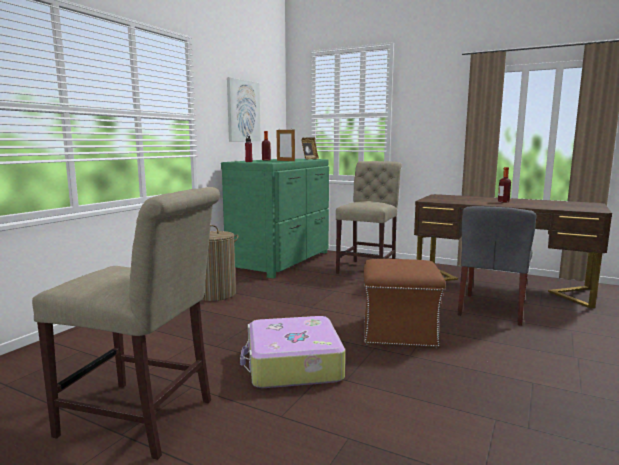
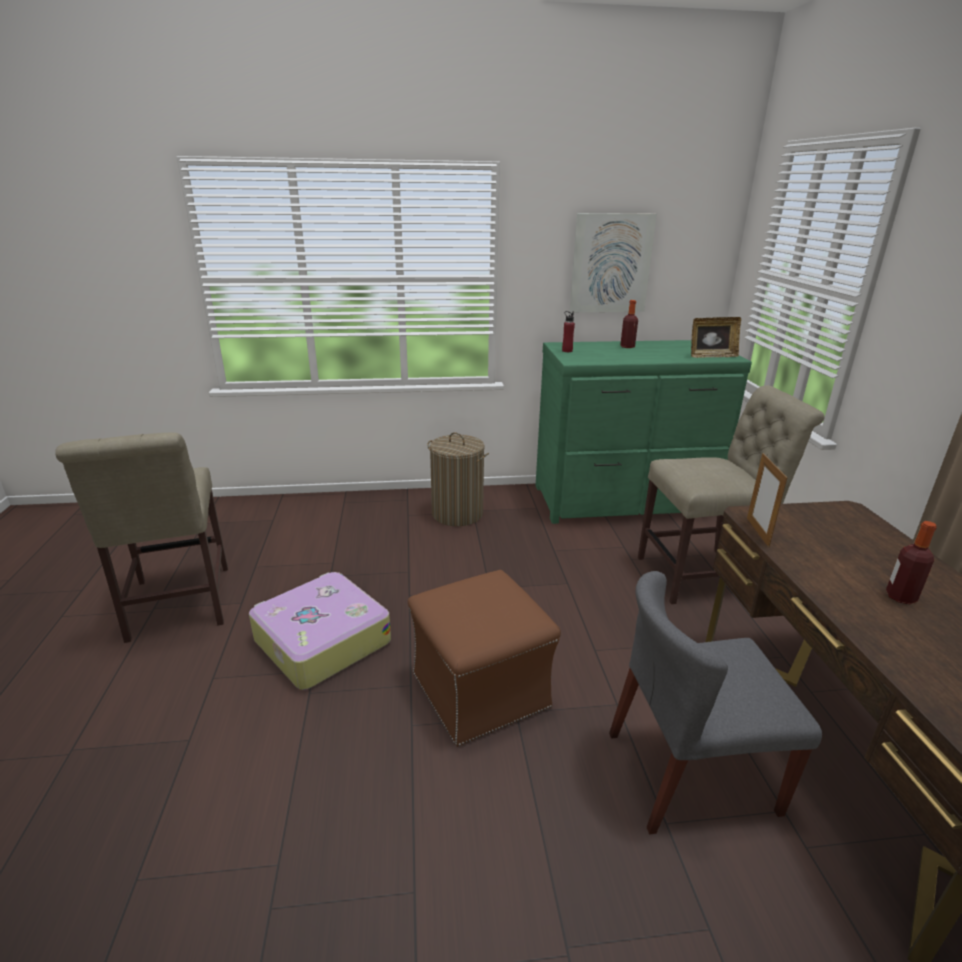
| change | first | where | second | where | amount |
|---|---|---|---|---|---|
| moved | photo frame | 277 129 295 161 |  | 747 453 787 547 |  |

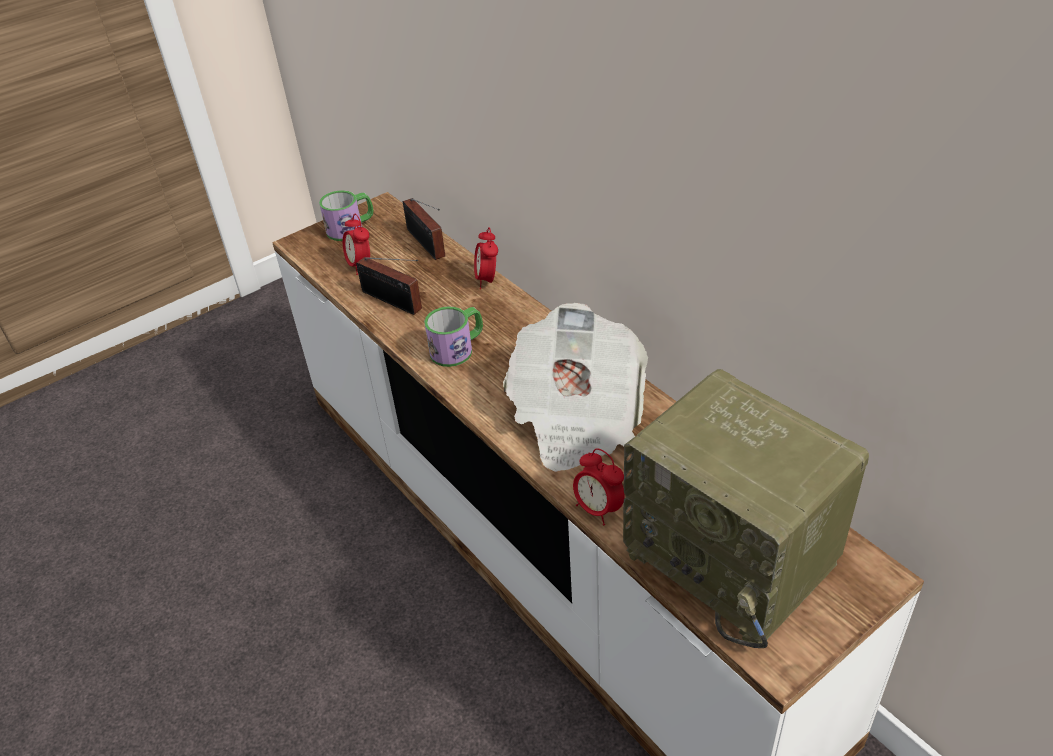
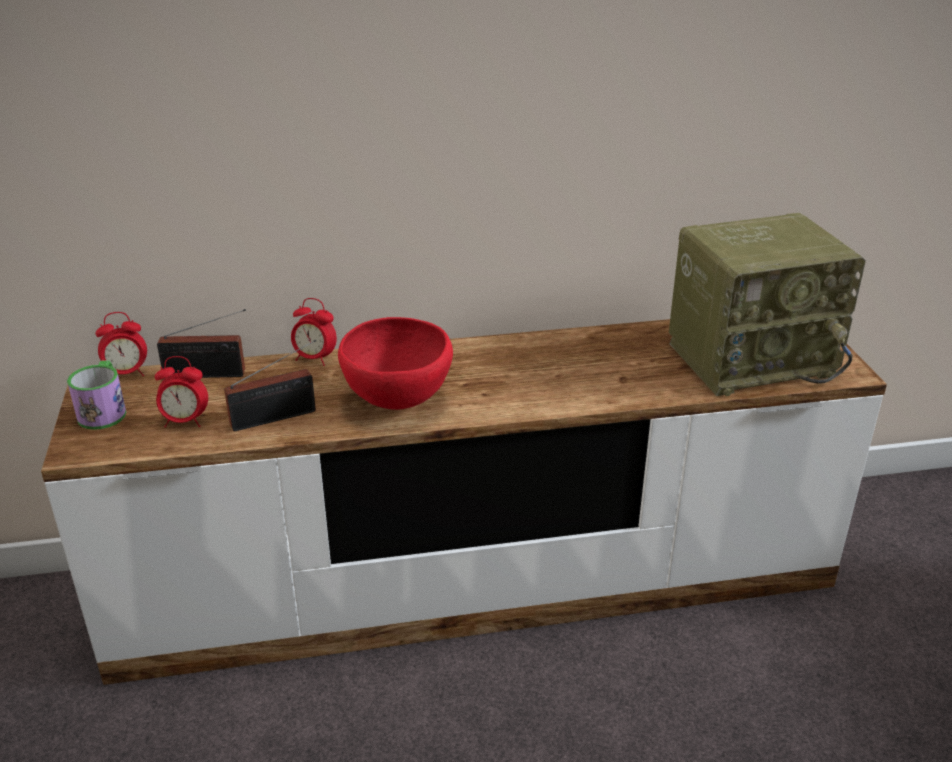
| change | first | where | second | where | amount |
|---|---|---|---|---|---|
| removed | printed paper | 503 303 648 472 |  |  |  |
| replaced | tea mug | 424 306 483 367 | bowl (reddish) | 338 317 453 410 |  |
| moved | table clock | 573 448 625 525 |  | 96 312 147 376 |  |

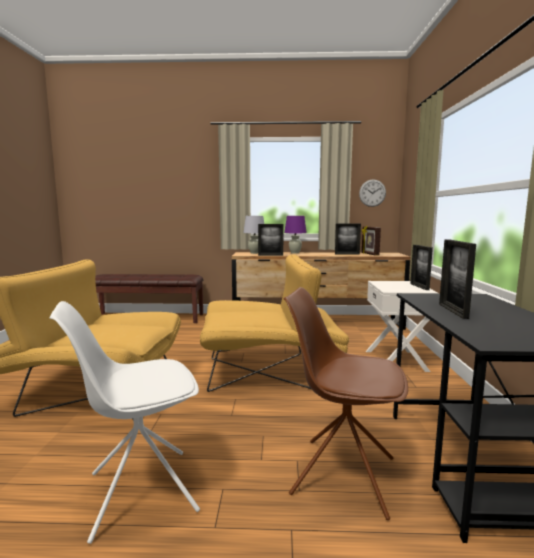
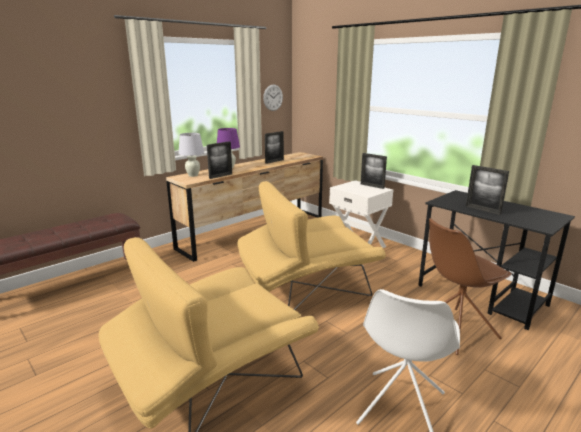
| change | first | where | second | where | amount |
|---|---|---|---|---|---|
| removed | photo frame | 362 226 381 255 |  |  |  |
| turned | armchair (yellowish) | 200 254 349 392 |  | 237 181 386 310 | 150 degrees counterclockwise |

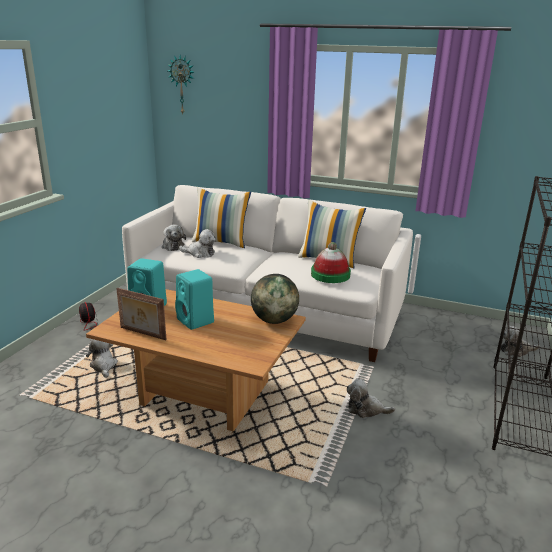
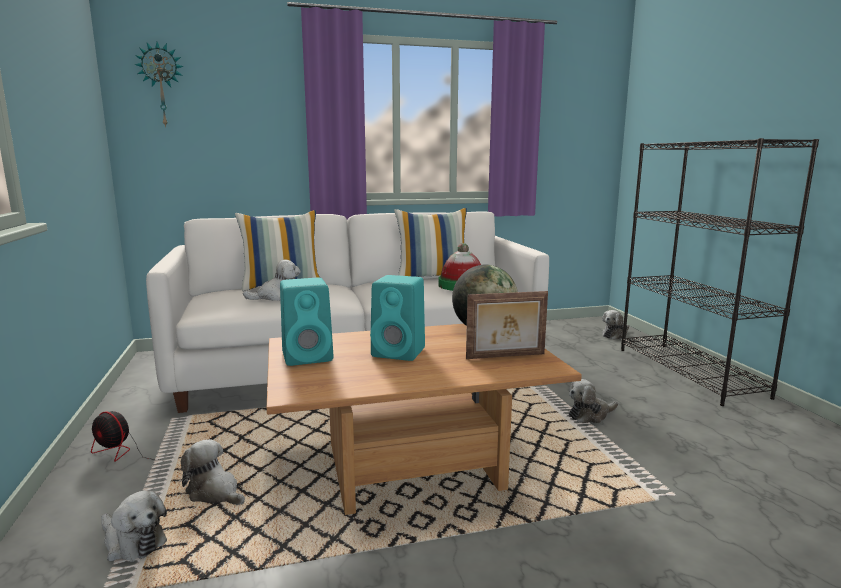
| change | first | where | second | where | amount |
|---|---|---|---|---|---|
| moved | soft toy | 162 225 186 251 |  | 101 491 167 562 |  |
| moved | photo frame | 116 288 167 340 |  | 466 291 548 359 |  |

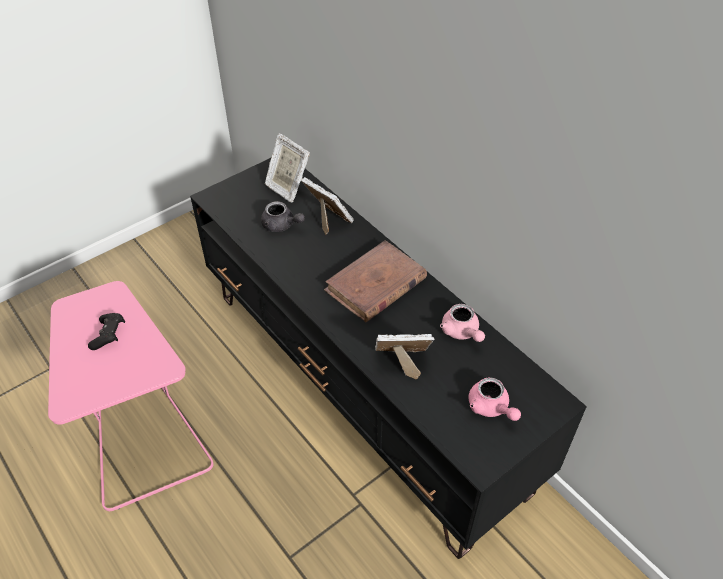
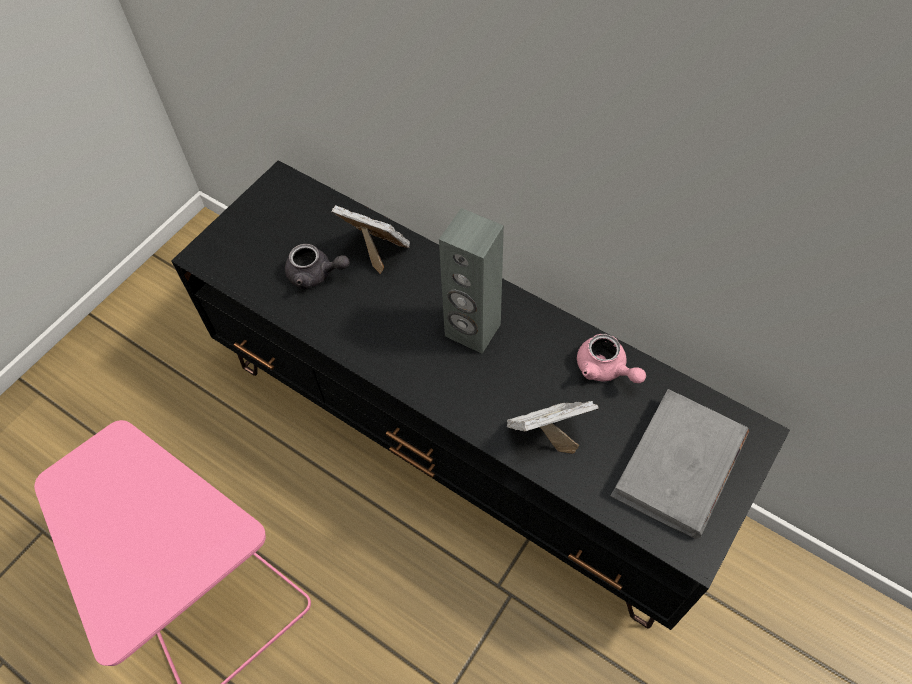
| change | first | where | second | where | amount |
|---|---|---|---|---|---|
| removed | photo frame | 265 133 310 203 |  |  |  |
| replaced | volume (brown) | 324 240 427 322 | speaker (grey) | 439 208 504 354 |  |
| removed | gamepad (black) | 88 313 125 350 |  |  |  |
| replaced | teapot (pink-coloured) | 469 377 521 421 | volume (grey) | 611 389 749 539 |  |

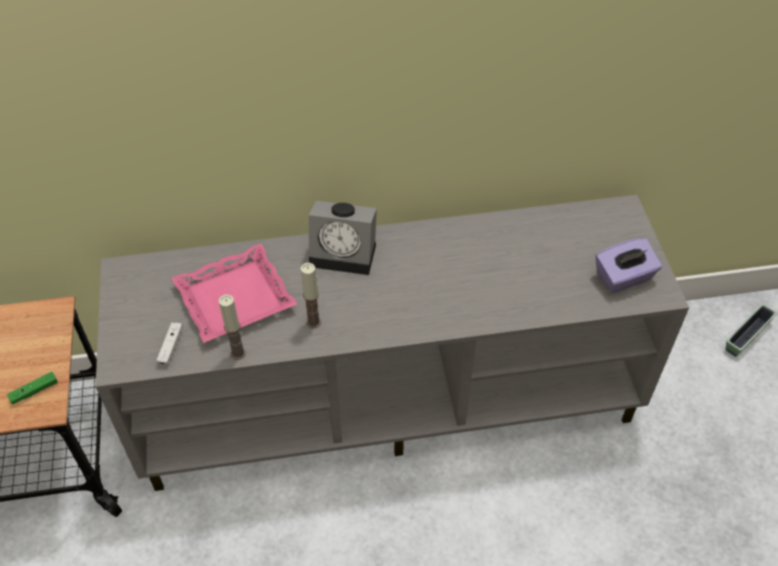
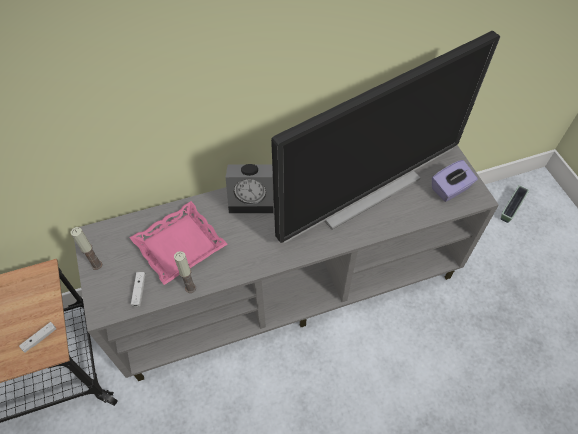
| change | first | where | second | where | amount |
|---|---|---|---|---|---|
| moved | wax light | 301 263 321 328 |  | 71 227 103 270 |  |
| recoloured | gamepad (green) | 7 371 57 404 | gamepad (white-coloured) | 19 322 56 353 |  |
| added |  |  | TV | 271 31 500 243 |  |

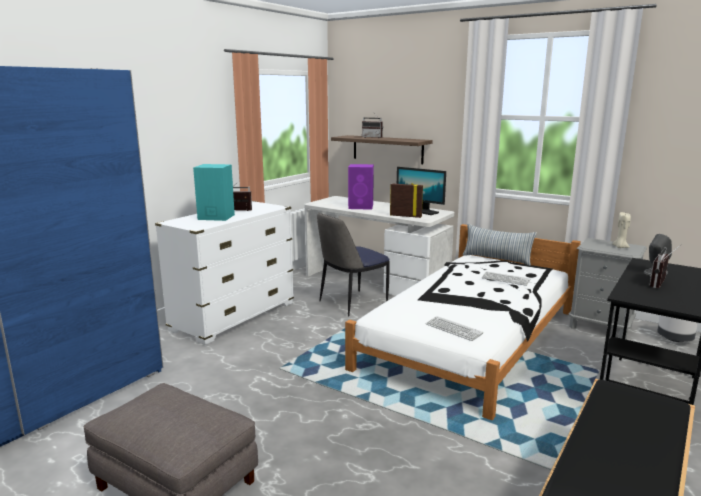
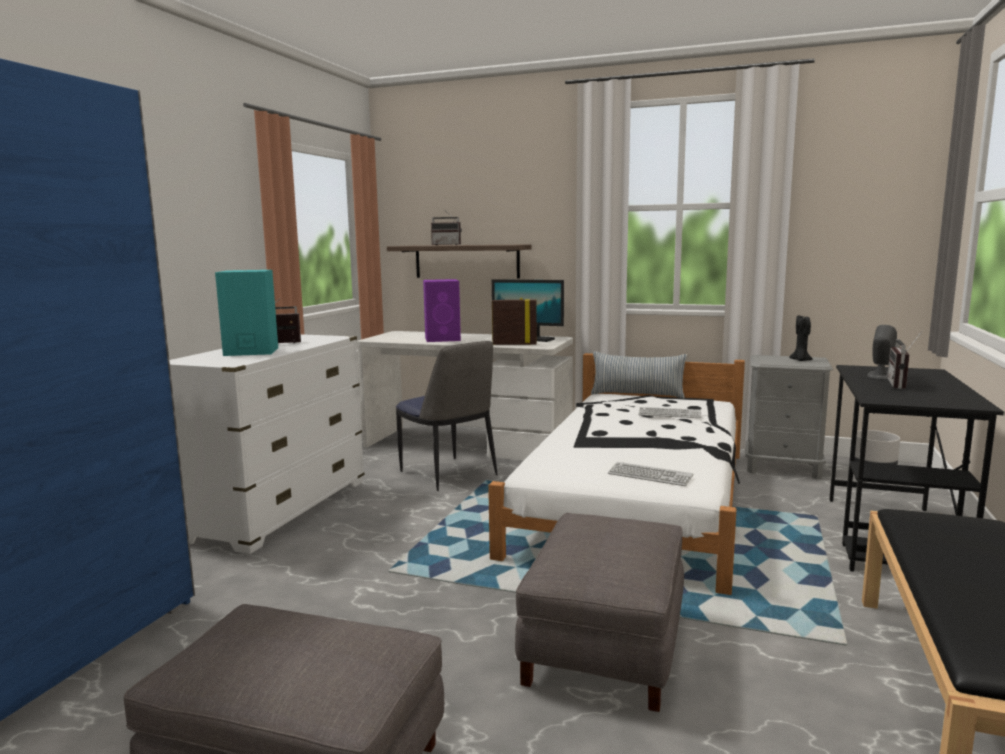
| change | first | where | second | where | amount |
|---|---|---|---|---|---|
| recoloured | wax light (sand-coloured) | 612 212 631 248 | wax light (black) | 789 315 813 361 |  |
| turned | chair | 317 213 390 317 |  | 396 341 497 491 | 75 degrees counterclockwise |
| added |  |  | footrest (grey) | 515 513 684 712 |  |

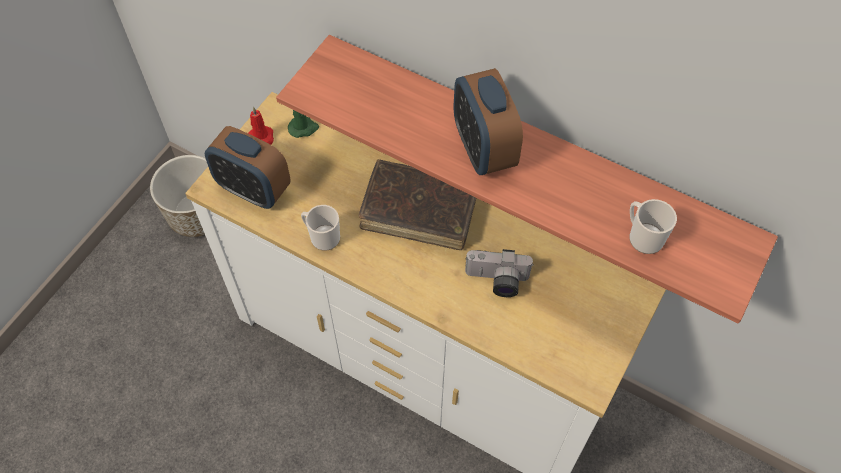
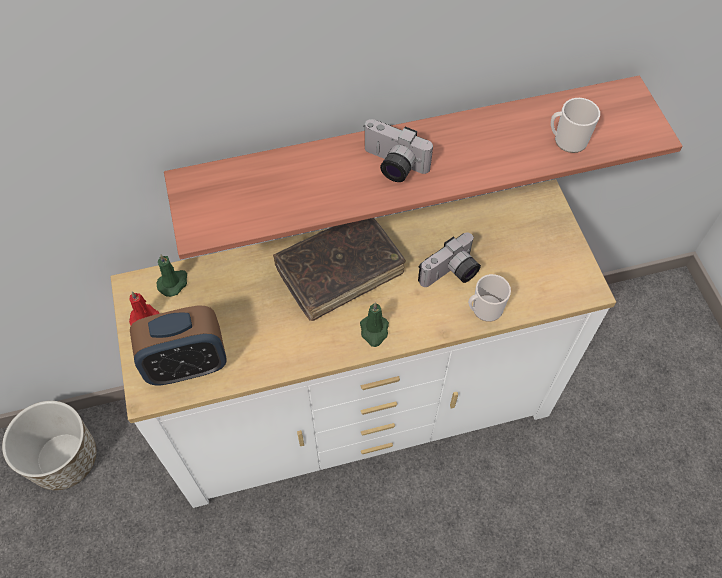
| change | first | where | second | where | amount |
|---|---|---|---|---|---|
| replaced | table clock | 454 68 523 175 | photo camera | 363 119 433 182 |  |
| moved | tea mug | 301 205 340 251 |  | 468 274 511 322 |  |
| added |  |  | wax light (green) | 360 302 389 347 |  |

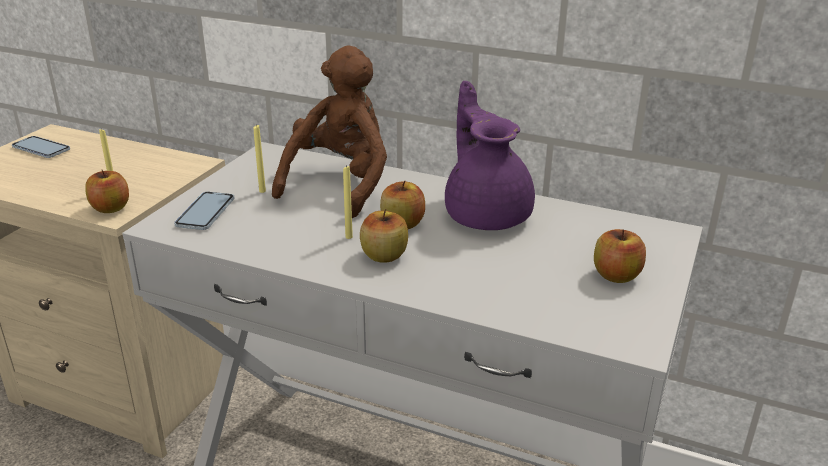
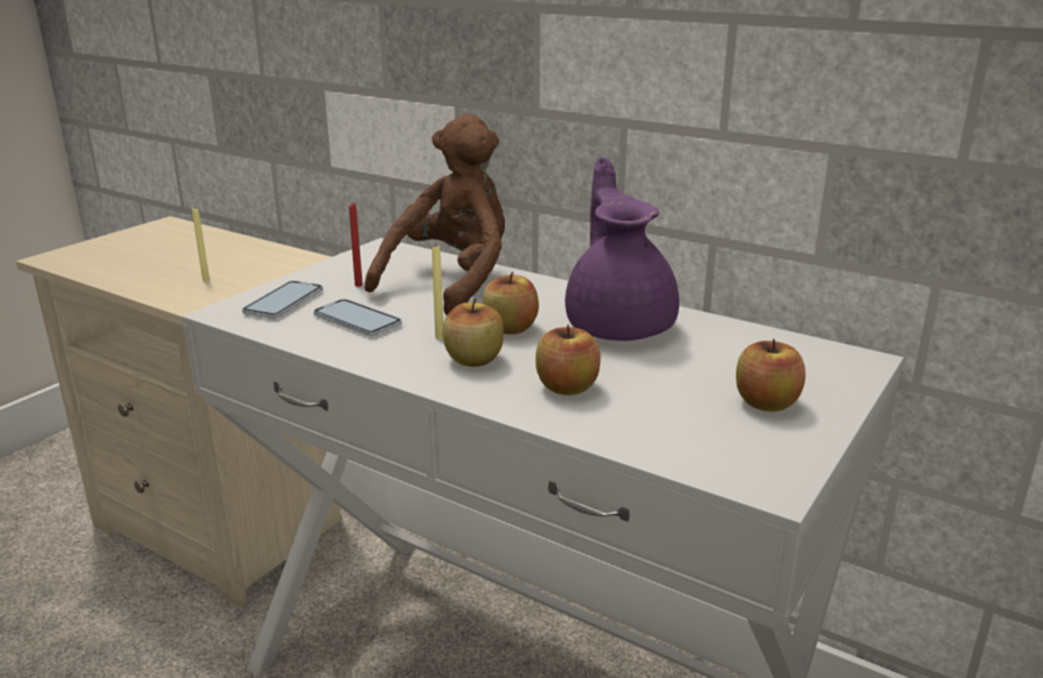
| change | first | where | second | where | amount |
|---|---|---|---|---|---|
| recoloured | wax light (yellowish) | 254 125 266 193 | wax light (reddish) | 349 203 363 287 |  |
| moved | telephone | 12 136 70 158 |  | 313 299 402 336 |  |
| moved | apple | 85 170 129 213 |  | 536 325 600 395 |  |

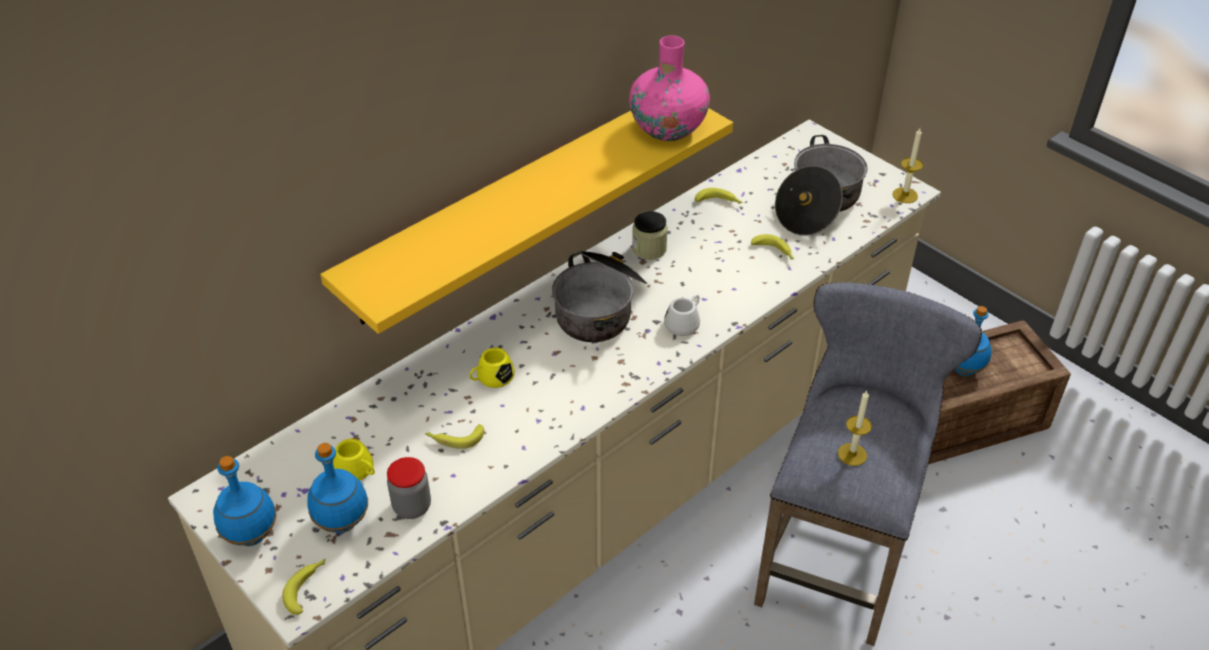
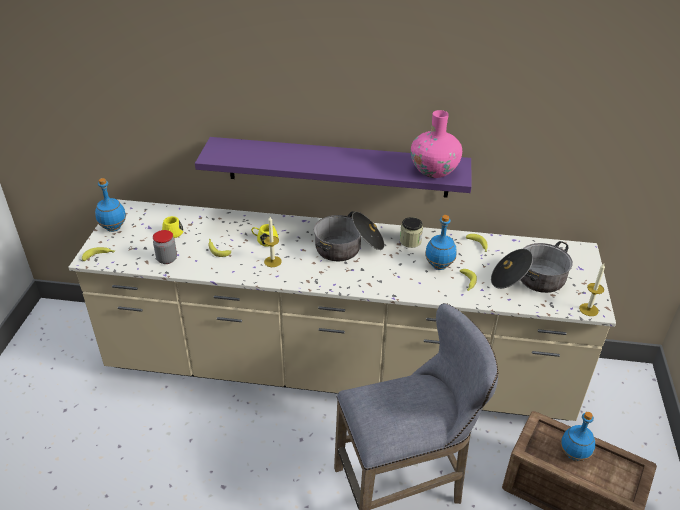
| change | first | where | second | where | amount |
|---|---|---|---|---|---|
| recoloured | bracket shelf (yellowish) | 320 108 733 334 | bracket shelf (purplish) | 195 137 472 198 |  |
| removed | tea mug (white-coloured) | 664 295 700 336 |  |  |  |
| moved | wax light | 838 391 872 466 |  | 264 217 282 267 |  |
| moved | bottle (blue-coloured) | 307 443 368 533 |  | 425 215 457 270 |  |

